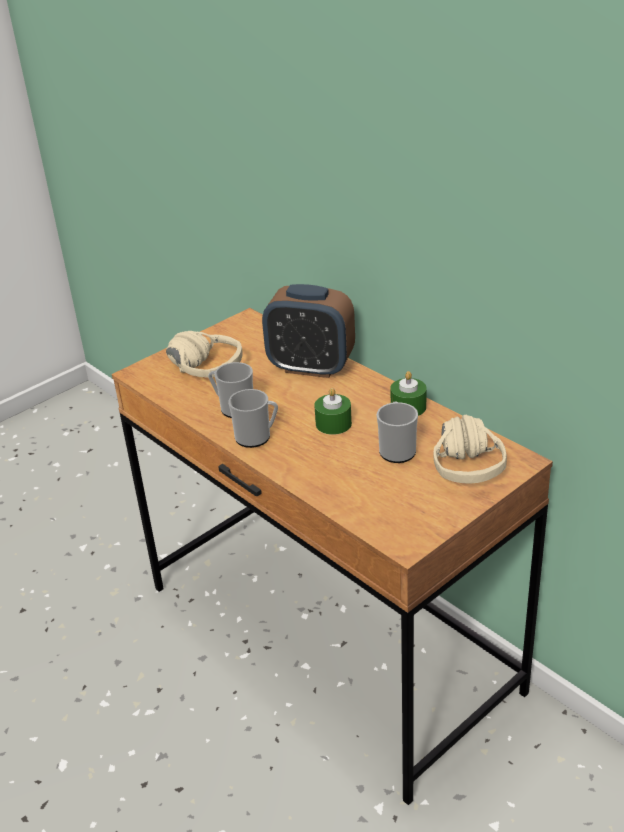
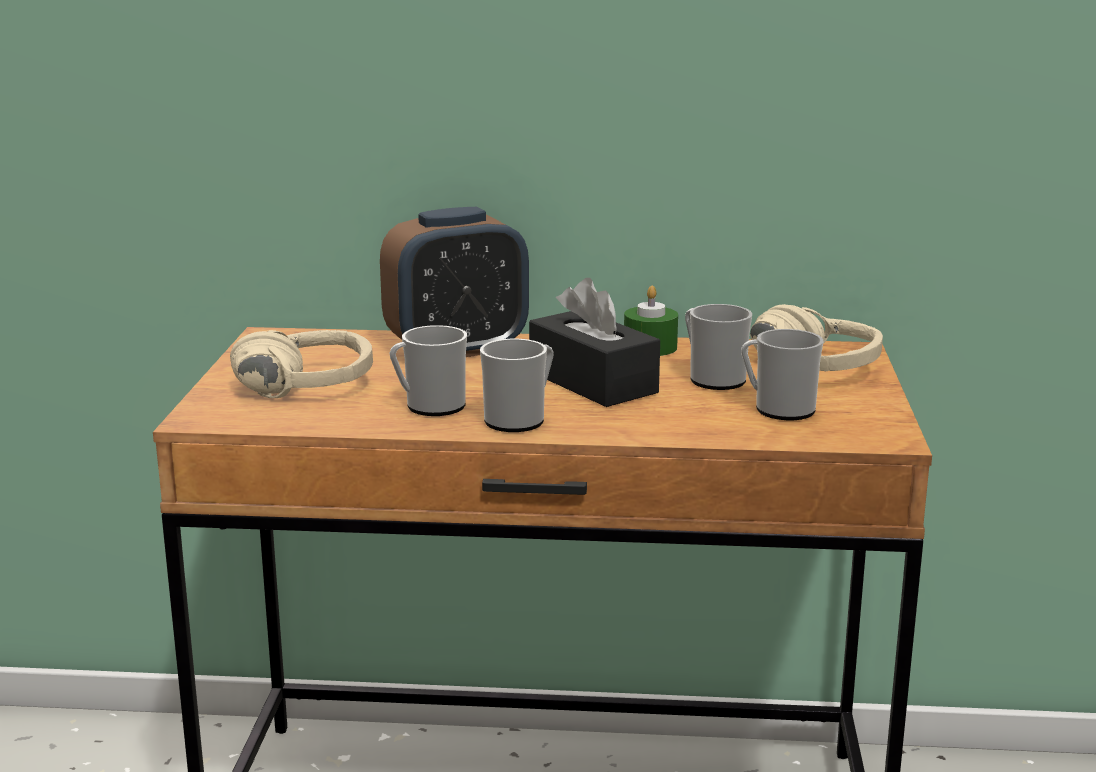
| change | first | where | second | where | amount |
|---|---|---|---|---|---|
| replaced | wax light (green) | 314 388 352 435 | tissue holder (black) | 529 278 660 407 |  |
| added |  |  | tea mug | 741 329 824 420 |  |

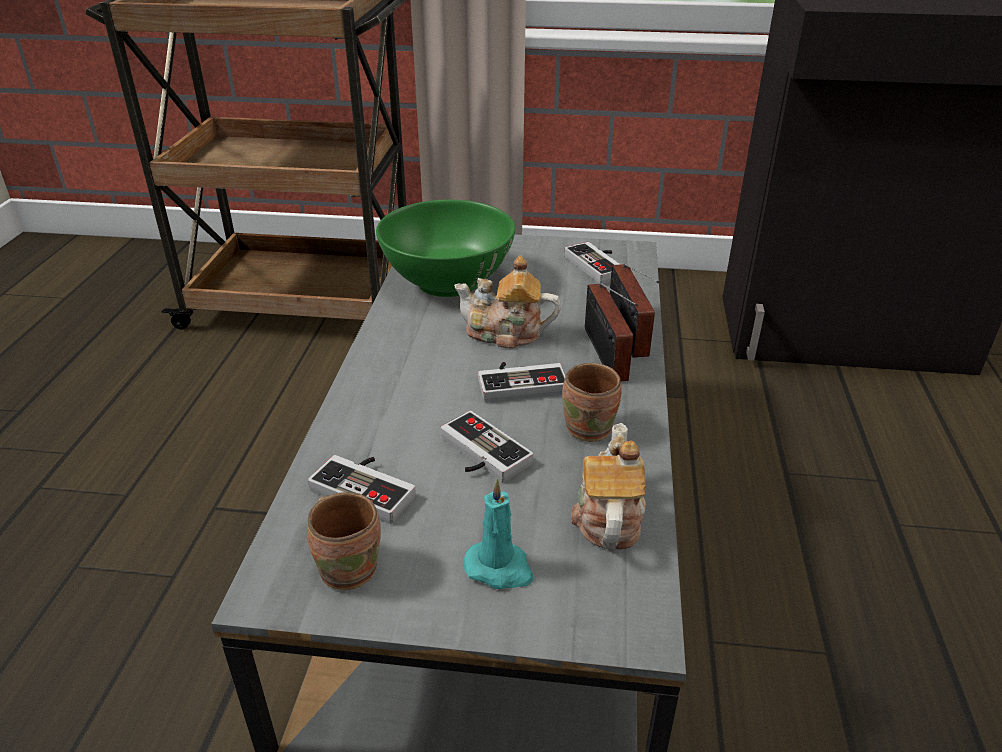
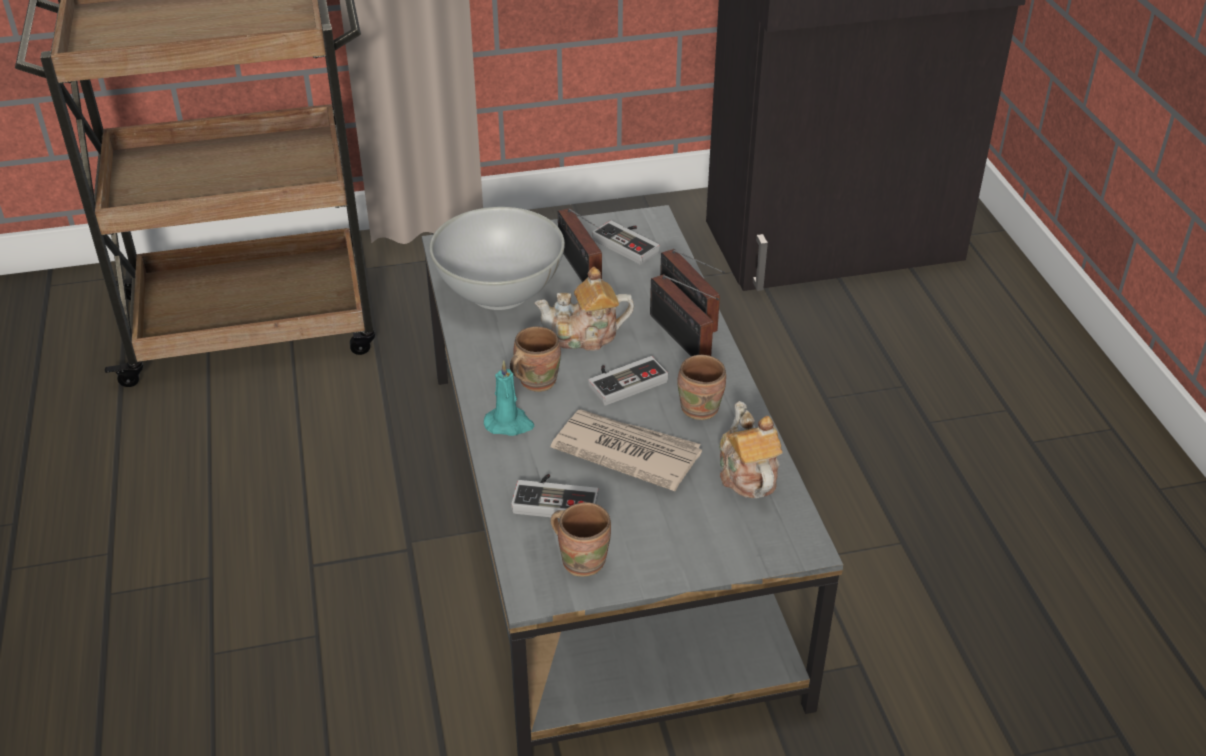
| change | first | where | second | where | amount |
|---|---|---|---|---|---|
| recoloured | bowl (green) | 376 200 516 297 | bowl (white-coloured) | 429 207 565 310 |  |
| replaced | gamepad | 440 411 533 482 | printed paper | 551 410 702 491 |  |
| moved | wax light (turquoise) | 464 479 534 589 |  | 484 361 535 436 |  |
| added |  |  | radio | 558 208 603 282 |  |
| added |  |  | tea mug (brown) | 510 327 561 392 |  |

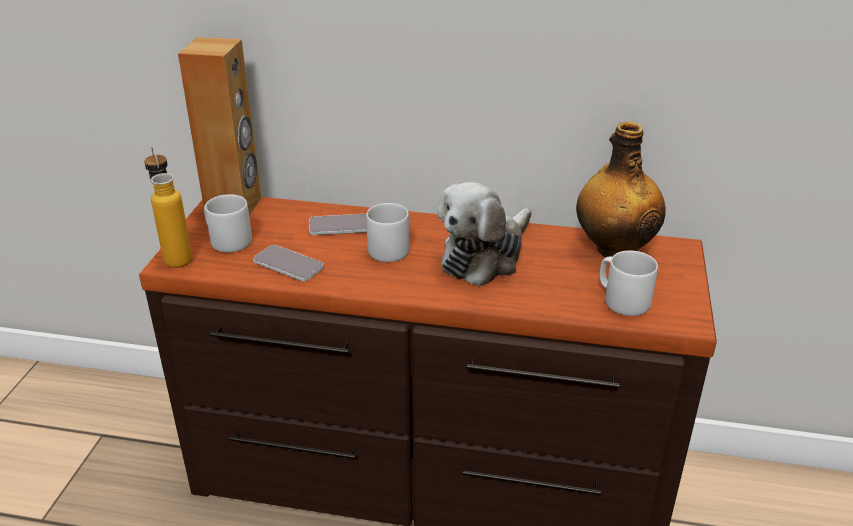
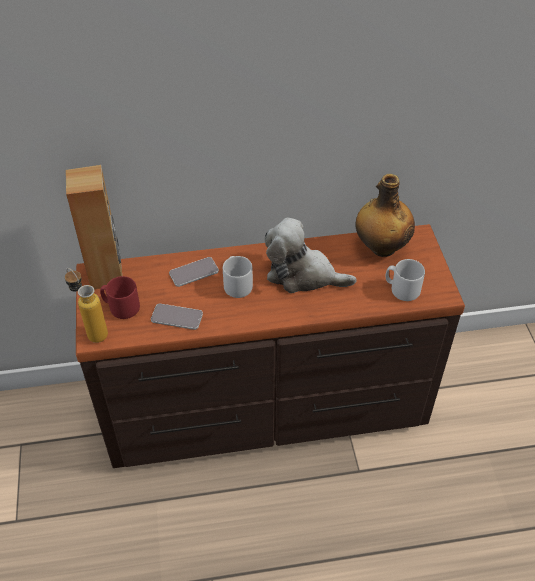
| change | first | where | second | where | amount |
|---|---|---|---|---|---|
| turned | soft toy | 437 182 531 286 |  | 264 218 357 293 | 90 degrees clockwise |
| recoloured | tea mug (grey) | 204 194 252 253 | tea mug (reddish) | 100 276 140 319 |  |

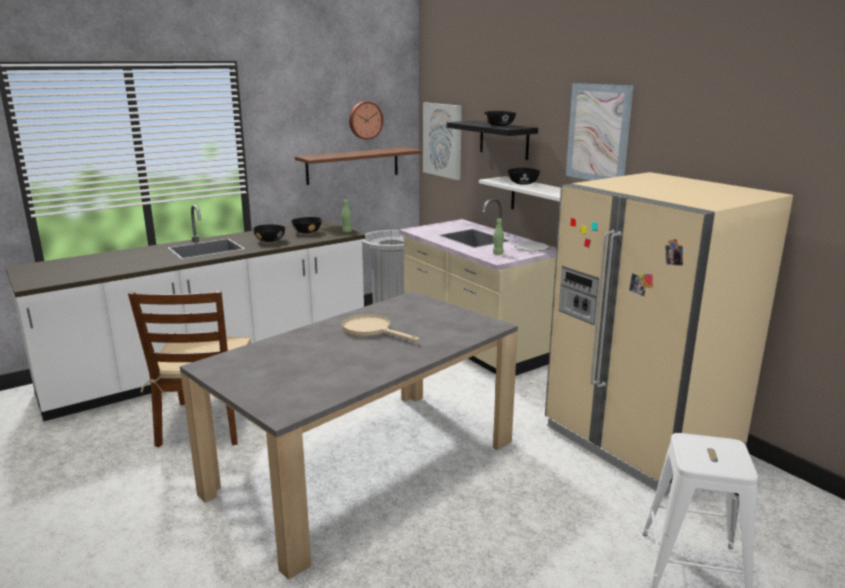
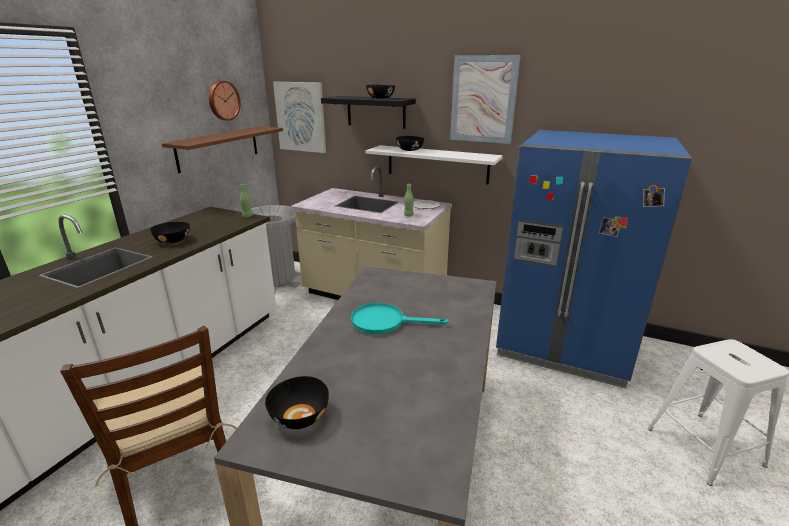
| change | first | where | second | where | amount |
|---|---|---|---|---|---|
| recoloured | refrigerator (sand-coloured) | 545 172 793 496 | refrigerator (blue-coloured) | 496 130 693 388 |  |
| moved | bowl (black) | 291 217 322 234 |  | 265 376 329 429 |  |
| recoloured | pan (sand-coloured) | 342 314 419 342 | pan (turquoise) | 351 303 449 334 |  |

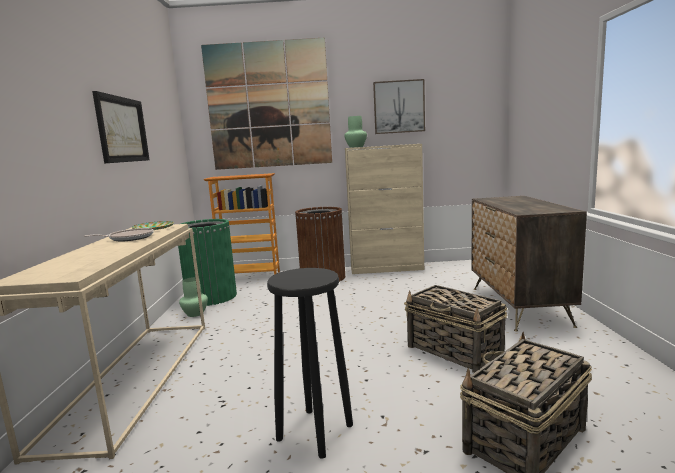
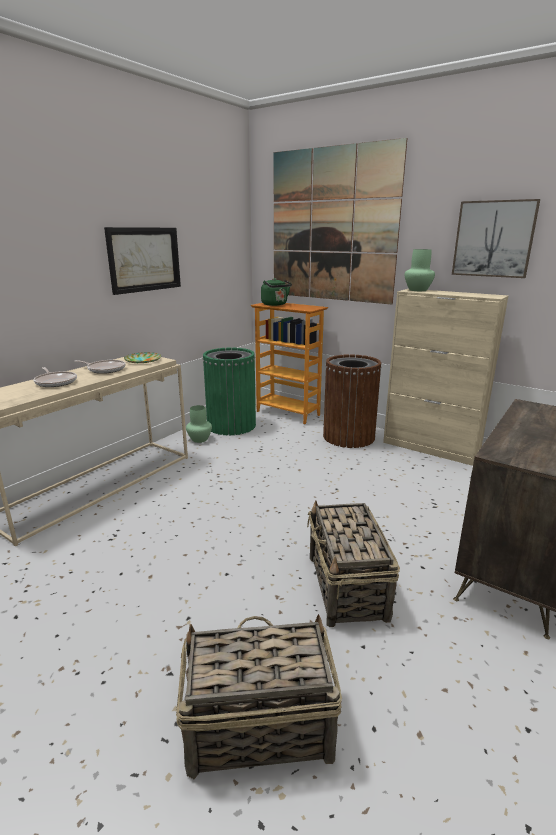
| change | first | where | second | where | amount |
|---|---|---|---|---|---|
| removed | stool seat (black) | 267 268 353 459 |  |  |  |
| added |  |  | water kettle (green) | 261 278 292 306 |  |
| added |  |  | pan | 34 367 77 387 |  |

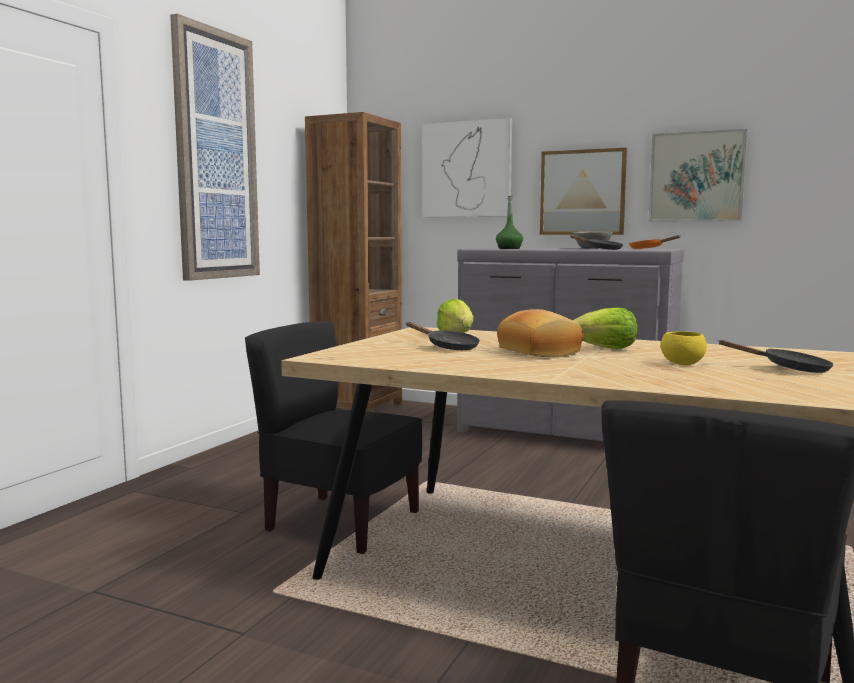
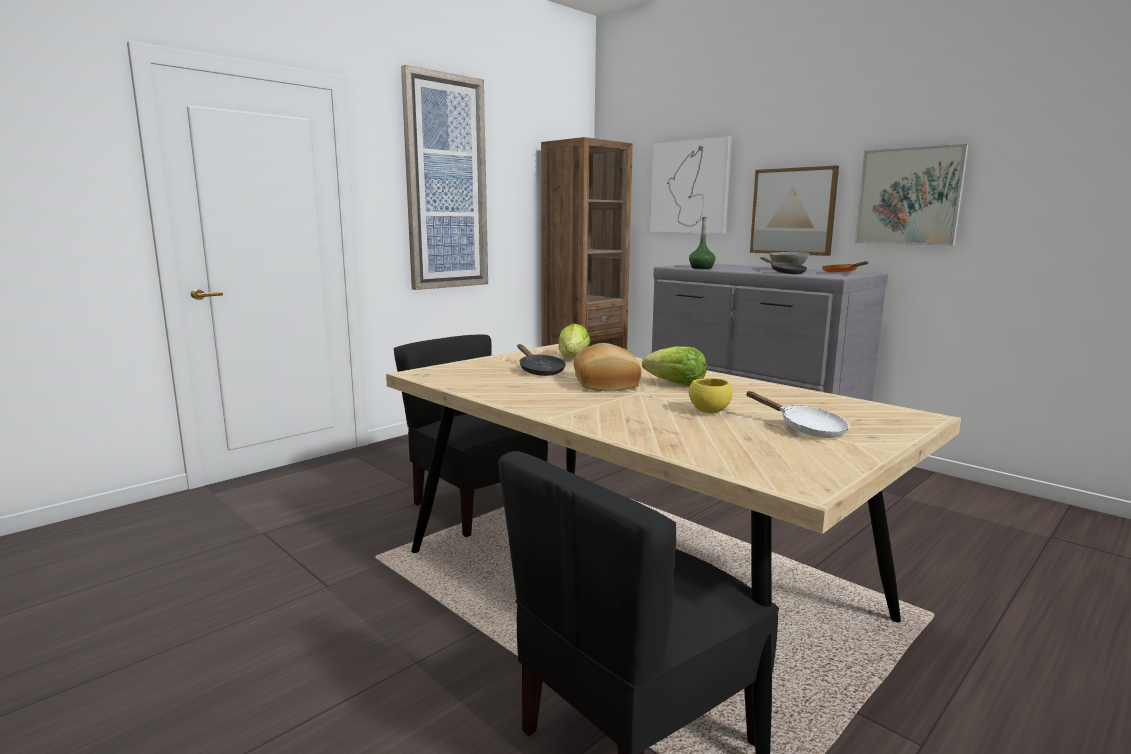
| change | first | where | second | where | amount |
|---|---|---|---|---|---|
| recoloured | pan (black) | 717 340 834 373 | pan (white-coloured) | 746 391 849 438 |  |

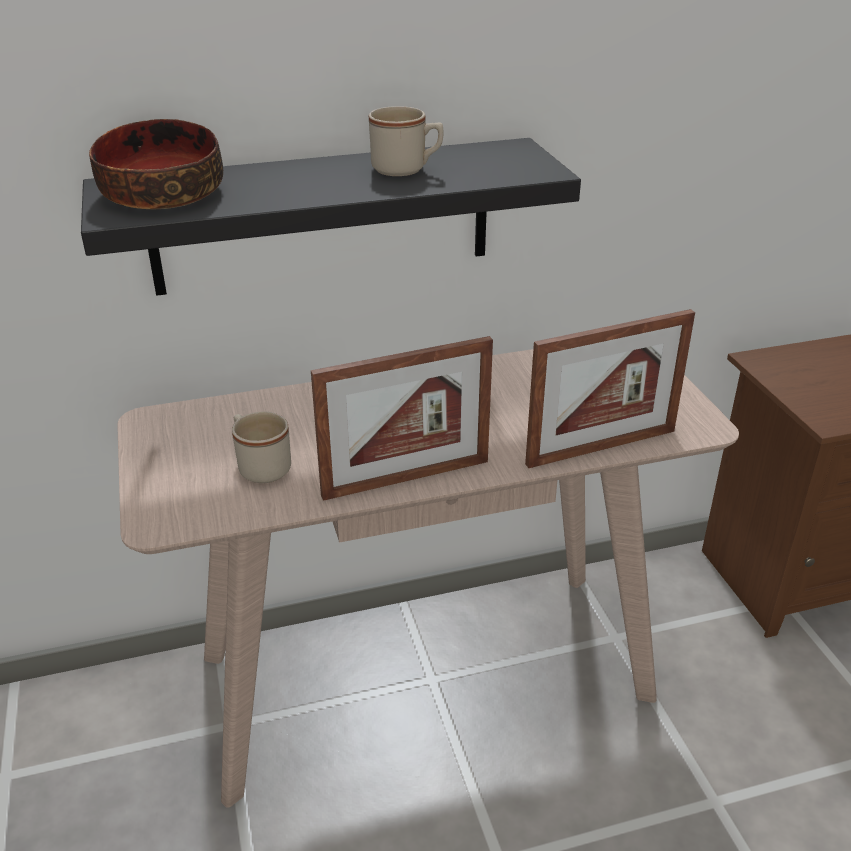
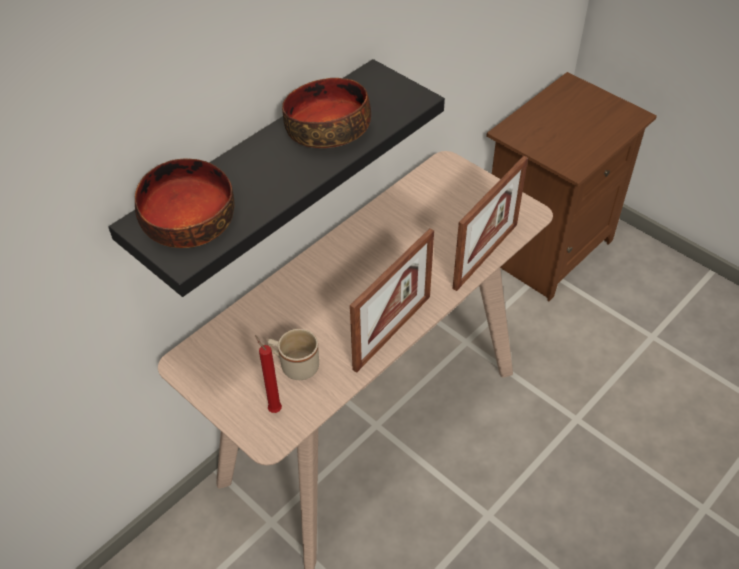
| change | first | where | second | where | amount |
|---|---|---|---|---|---|
| replaced | tea mug (sand-coloured) | 369 106 443 176 | bowl | 282 78 371 148 |  |
| added |  |  | wax light (reddish) | 255 335 282 413 |  |

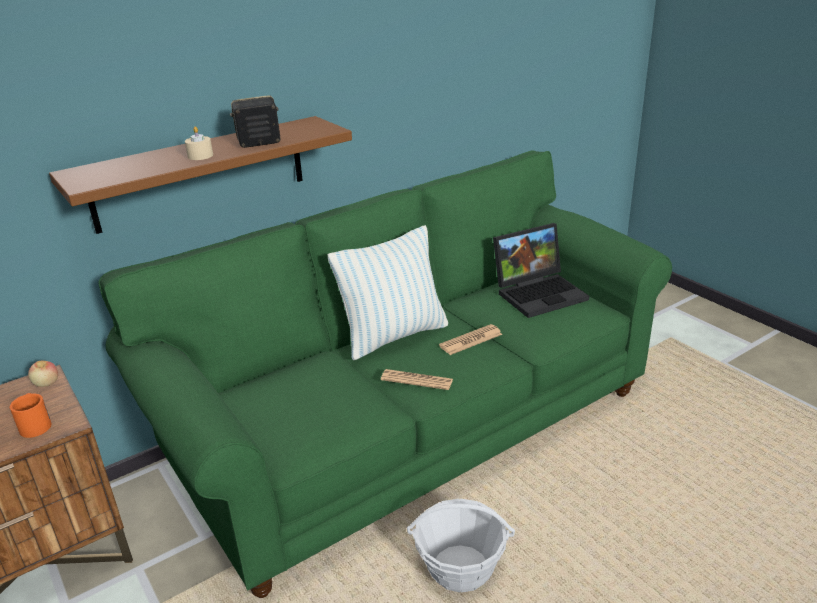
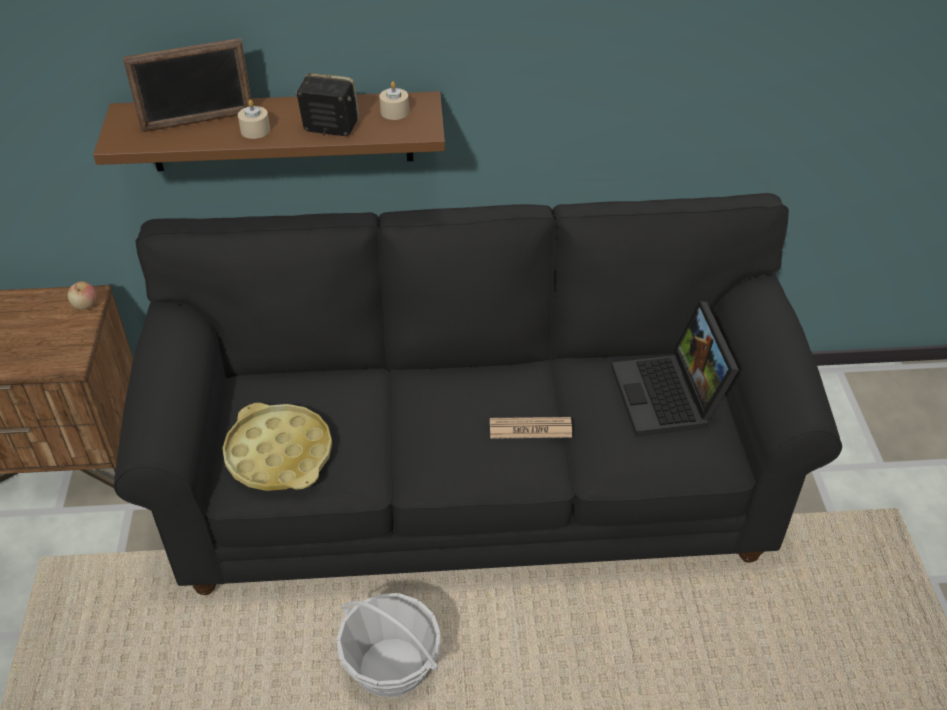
| change | first | where | second | where | amount |
|---|---|---|---|---|---|
| recoloured | couch (green) | 98 151 672 598 | couch (black) | 114 193 842 595 |  |
| turned | laptop | 493 223 589 318 |  | 611 301 739 436 | 75 degrees clockwise |
| removed | cushion | 328 225 448 360 |  |  |  |
| removed | printed paper | 381 369 453 390 |  |  |  |
| removed | tea mug (orange-coloured) | 10 393 52 438 |  |  |  |
| added |  |  | photo frame | 123 38 252 132 |  |
| added |  |  | wax light (sand-coloured) | 379 81 409 120 |  |
| added |  |  | serving tray (yellowish) | 222 403 332 491 |  |

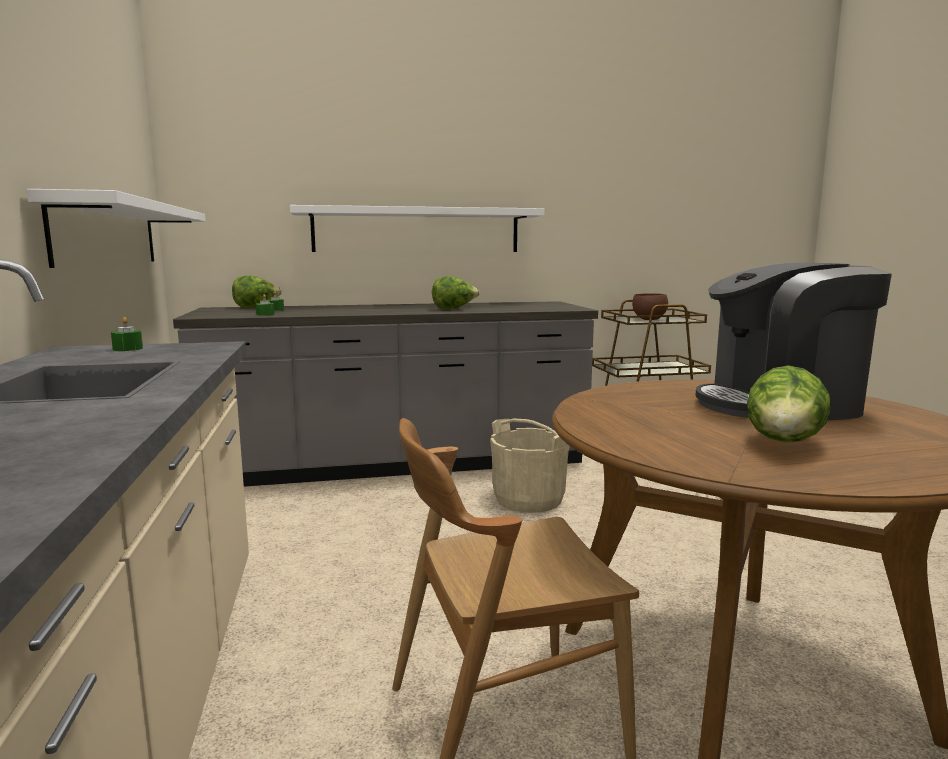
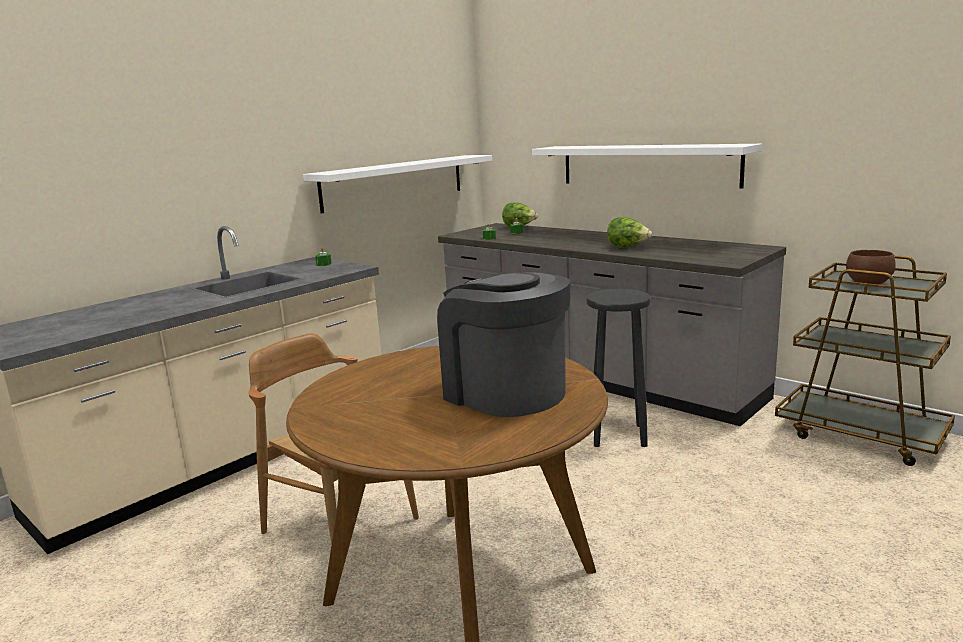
| change | first | where | second | where | amount |
|---|---|---|---|---|---|
| removed | lettuce | 747 365 831 442 |  |  |  |
| replaced | water bucket (sand-coloured) | 490 418 570 513 | stool seat (black) | 586 289 651 447 |  |

